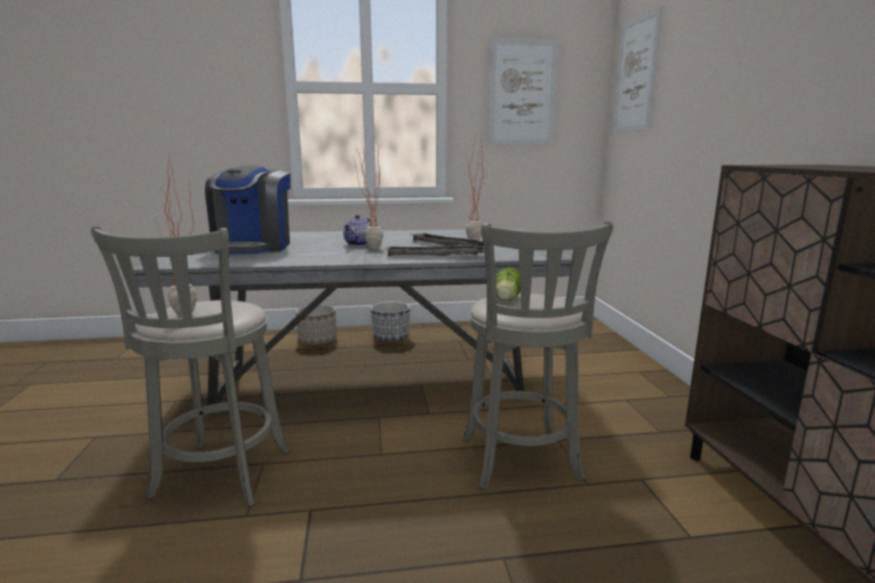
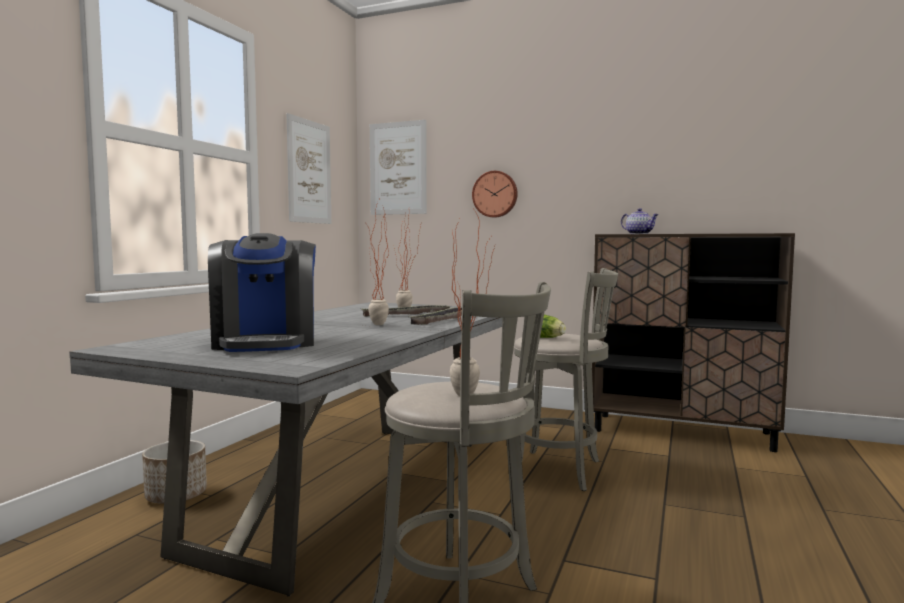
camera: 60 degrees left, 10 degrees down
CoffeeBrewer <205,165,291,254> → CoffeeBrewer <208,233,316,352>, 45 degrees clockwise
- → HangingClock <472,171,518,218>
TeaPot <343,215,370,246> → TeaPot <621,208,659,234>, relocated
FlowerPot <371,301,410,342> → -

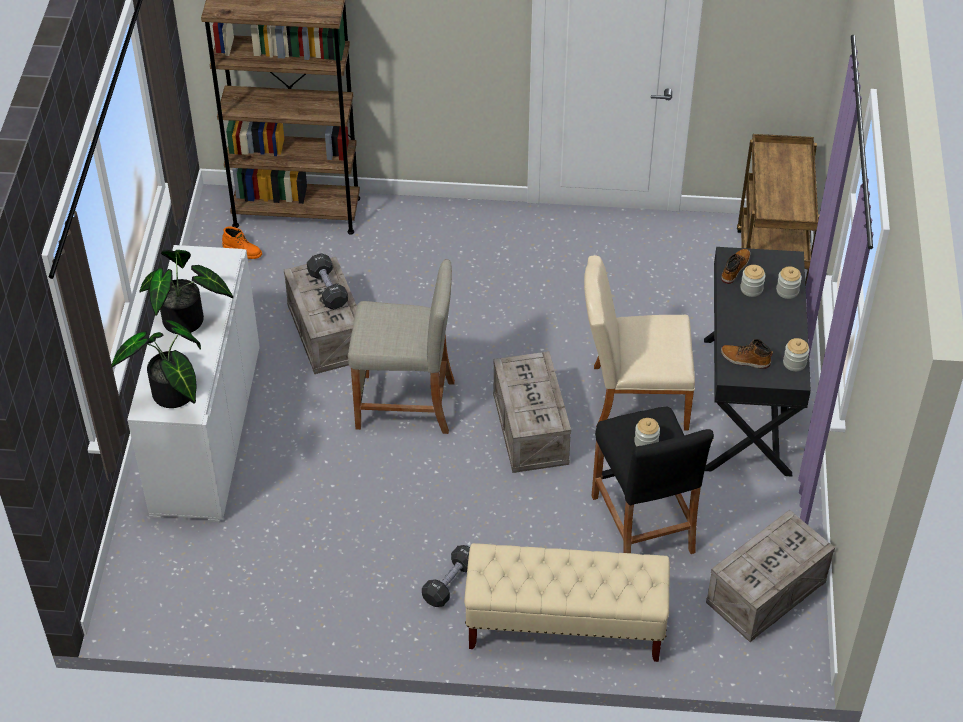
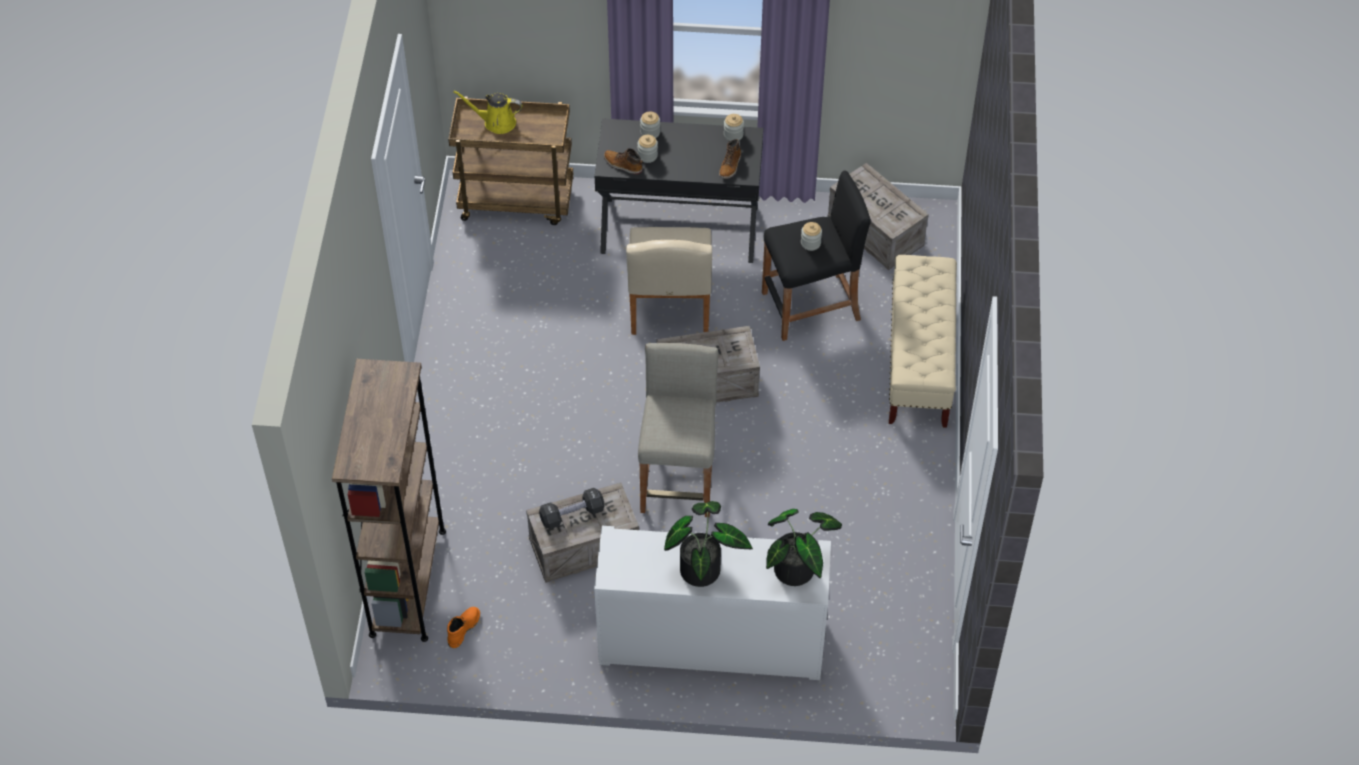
camera: 90 degrees left, 5 degrees up
- → YellowColouredSprinklingCan <453,90,523,134>
BlackishDumbbell <422,545,470,607> → -

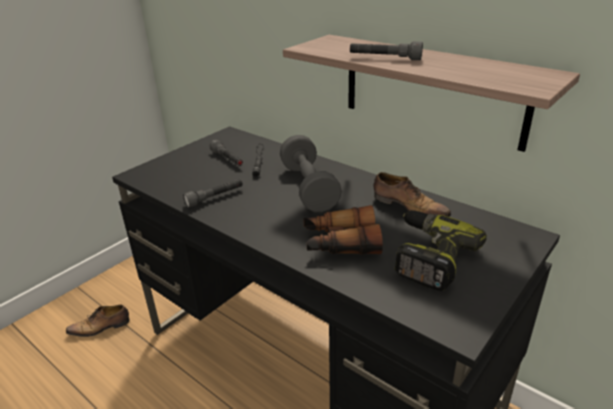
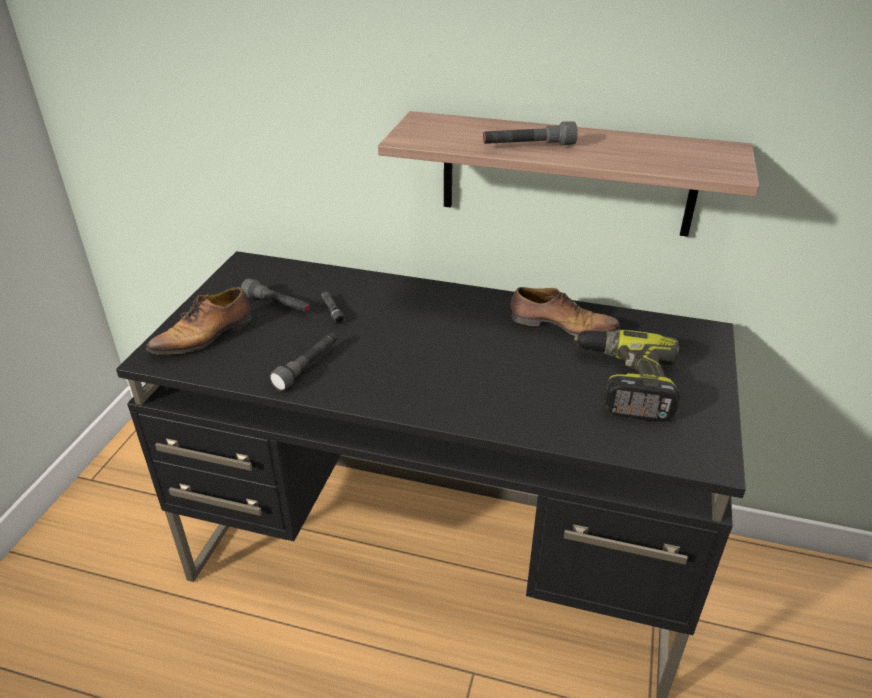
camera: 25 degrees left, 5 degrees up
LowShoe <66,305,130,337> → LowShoe <146,287,251,354>, relocated
GreyishDumbbell <280,135,342,212> → -
Binoculars <303,205,383,255> → -

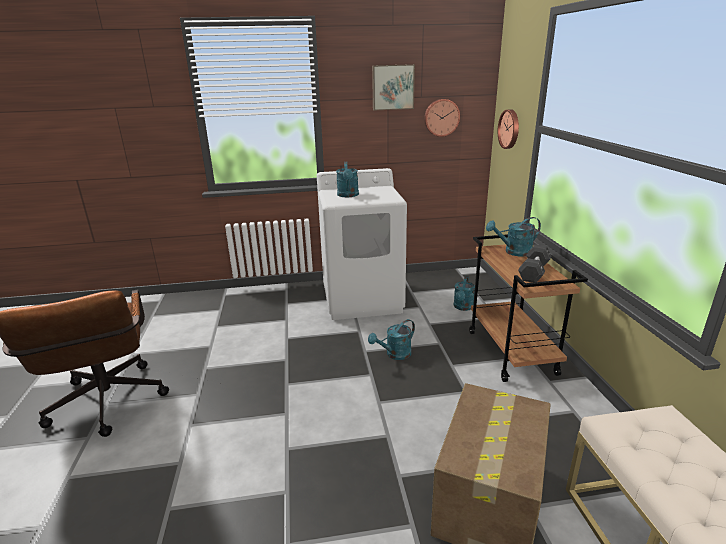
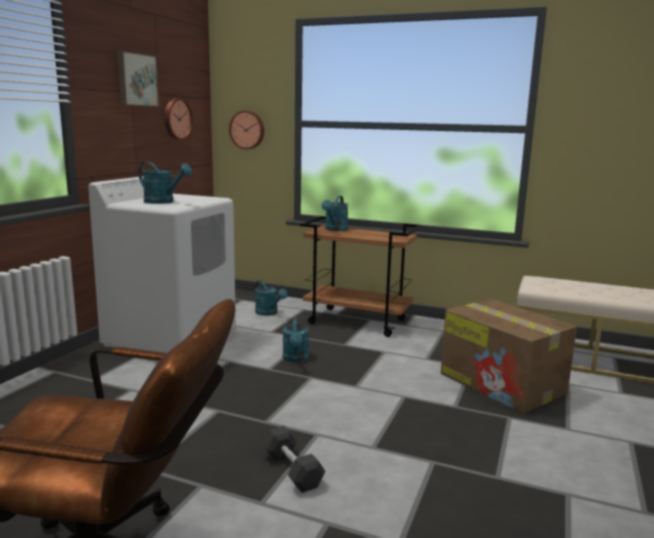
camera: 60 degrees left, 10 degrees down
BlackishDumbbell <518,244,552,283> → BlackishDumbbell <262,426,326,493>, relocated

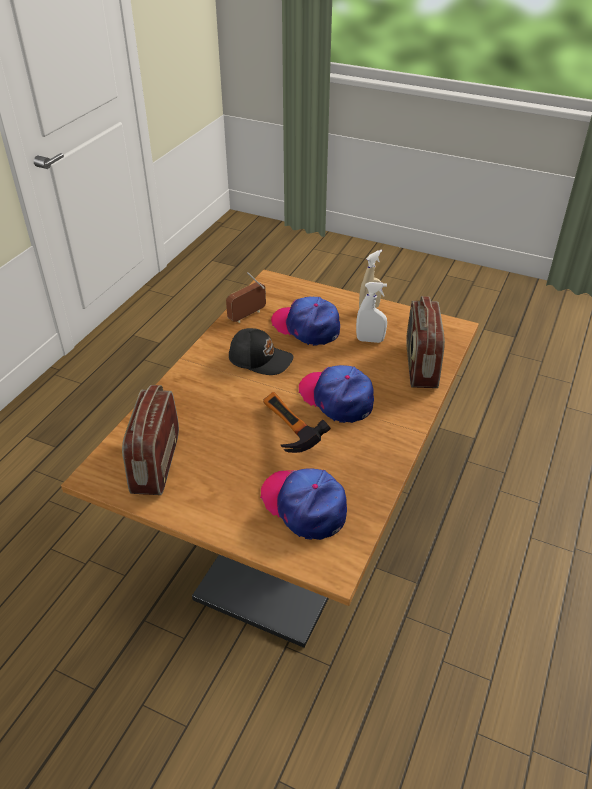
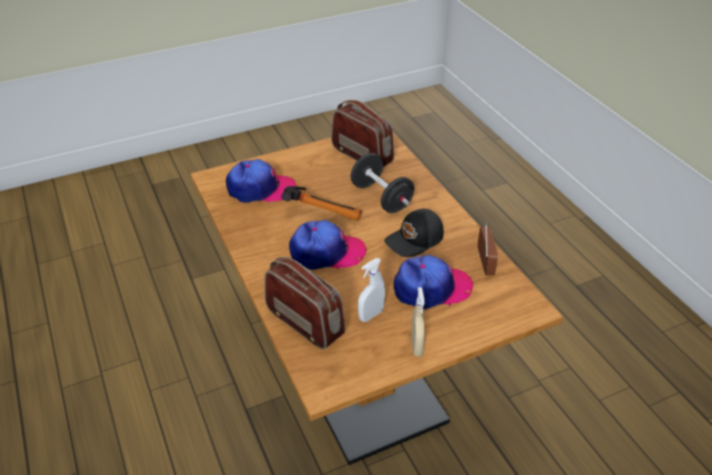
camera: 130 degrees right, 0 degrees up
- → BlackishDumbbell <350,153,414,213>

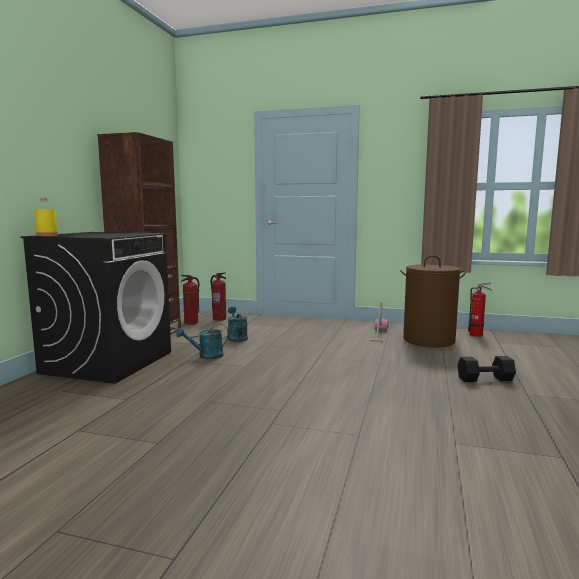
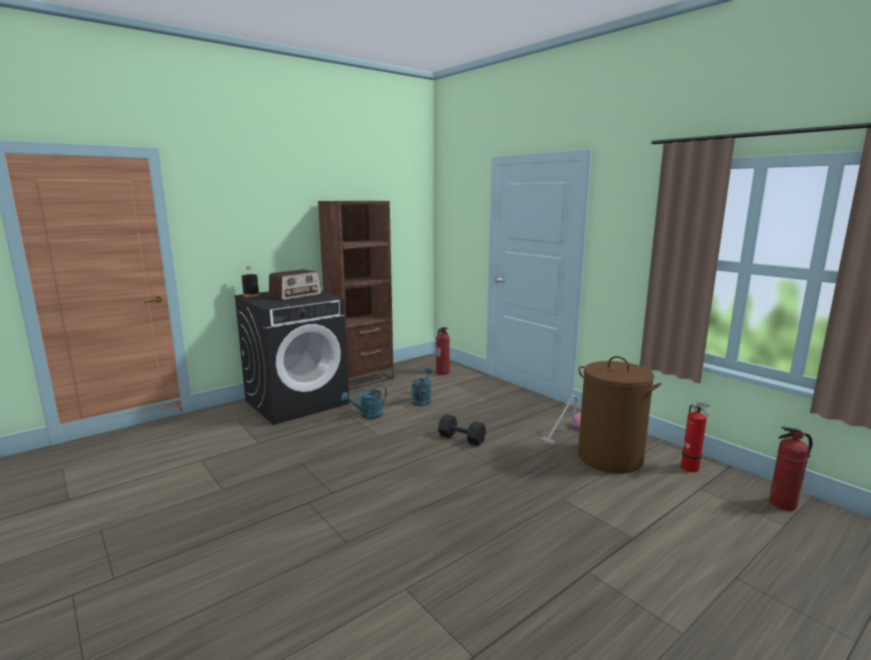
camera: 35 degrees right, 5 degrees up
YellowColouredDrinkBottle <34,198,58,236> → BlackishDrinkBottle <242,266,259,297>
- → Radio <269,269,322,300>
TurquoiseSprinklingCan <177,324,229,359> → TurquoiseSprinklingCan <341,385,387,419>, 45 degrees counterclockwise
BlackishDumbbell <457,356,516,382> → BlackishDumbbell <438,414,486,446>, relocated
FireFightingCylinder <181,275,199,324> → FireFightingCylinder <769,426,813,511>, relocated

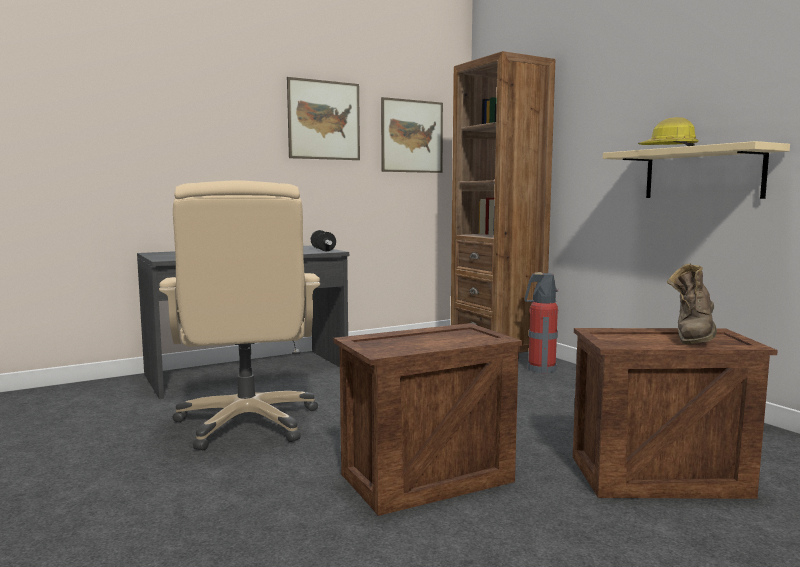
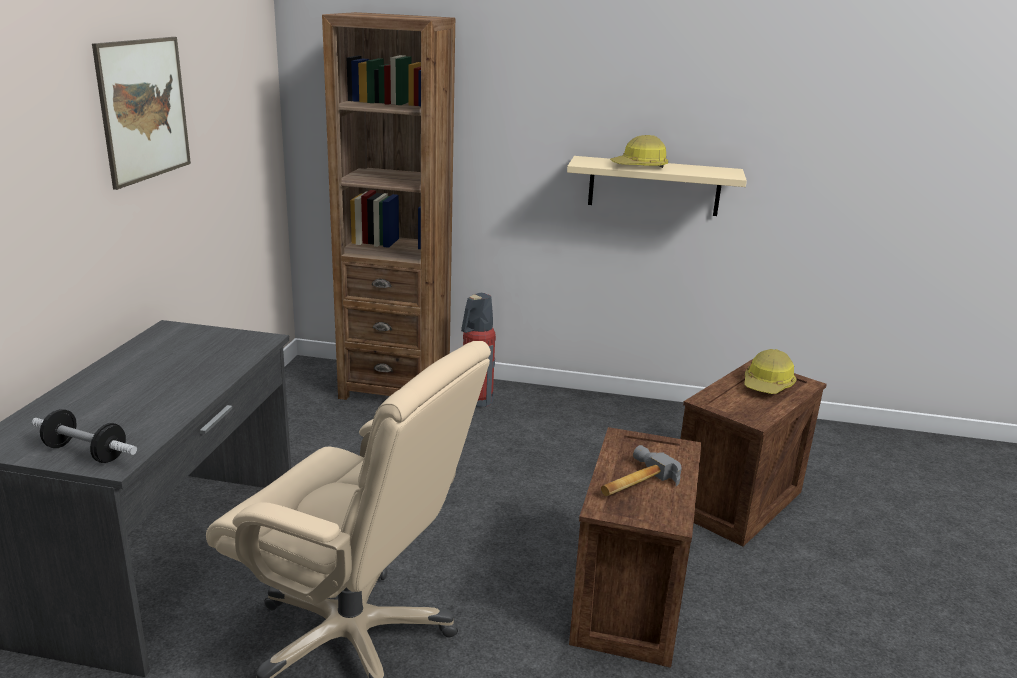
camera: 50 degrees left, 15 degrees up
Dumbbell <310,230,336,252> → Dumbbell <31,409,137,463>, relocated
- → ToolHammer <601,445,682,496>
BrownColouredBoot <667,263,717,345> → SafetyHelmet <744,349,797,394>
WallPicture <381,97,443,173> → -

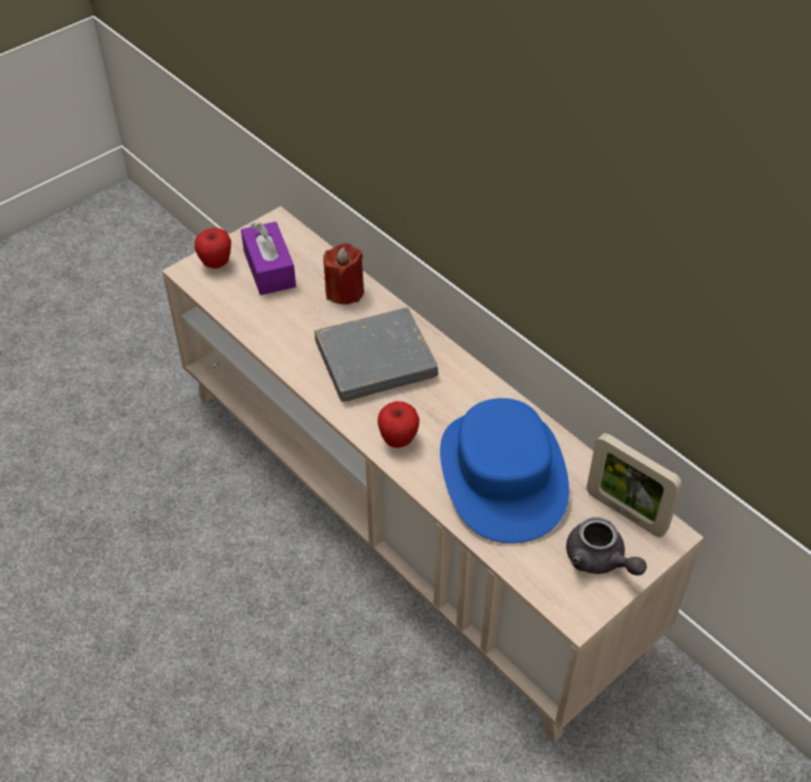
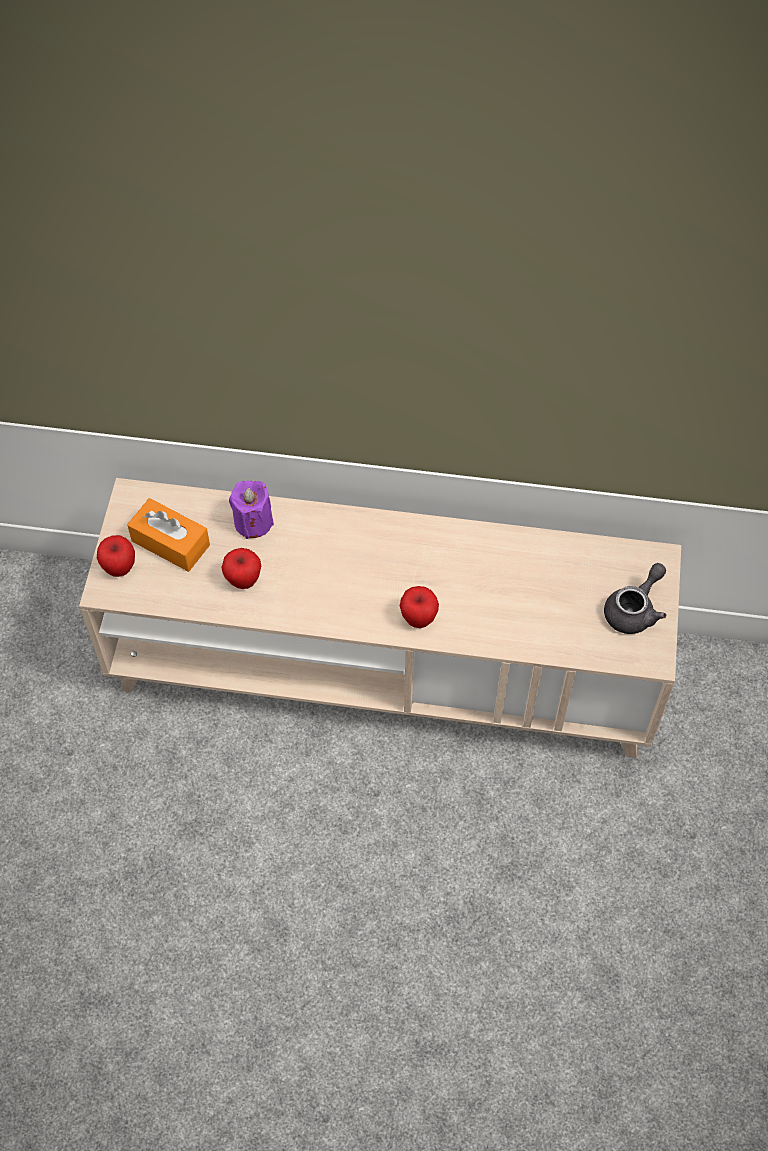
camera: 40 degrees left, 10 degrees up
PurplishTissueBox <241,222,296,295> → OrangeColouredTissueBox <127,498,210,572>
- → Apple <222,548,261,589>
ReddishWaxLight <323,243,364,304> → PurplishWaxLight <229,481,274,539>
GreyishTeaPot <566,517,647,575> → GreyishTeaPot <604,563,667,634>, 60 degrees counterclockwise
GreyishBoundBook <314,308,438,402> → -
BlueColouredHat <440,398,569,543> → -
PhotoFrame <587,433,682,537> → -

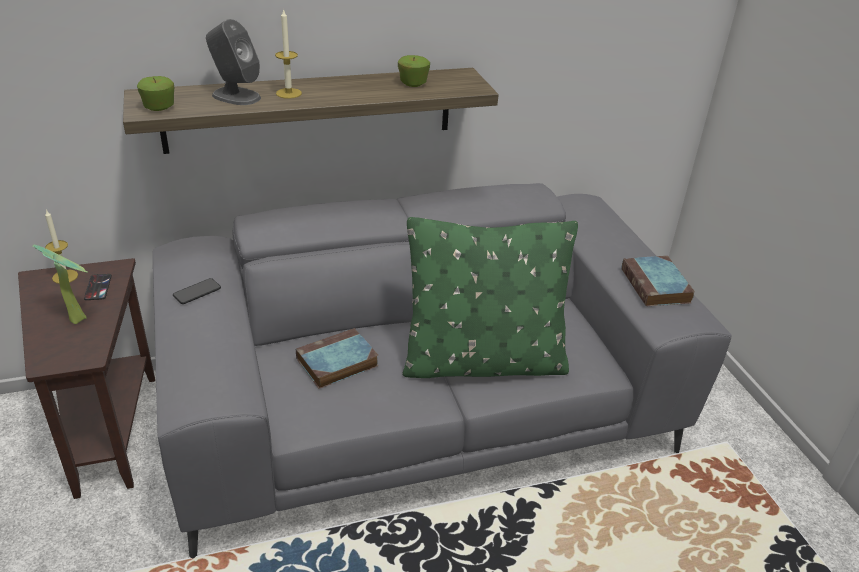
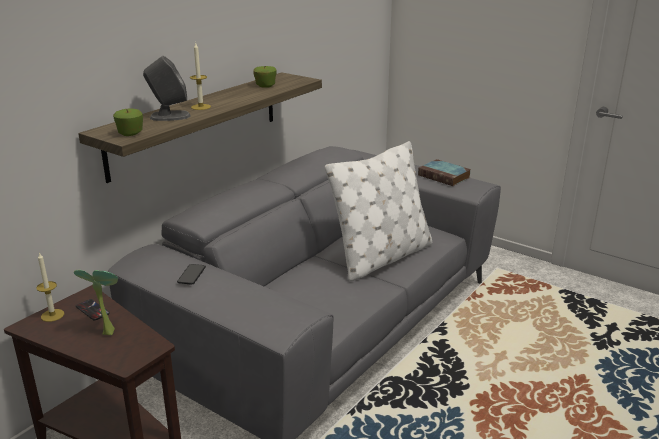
camera: 35 degrees left, 10 degrees down
GreenishThrowPillow <402,217,578,378> → WhitishThrowPillow <325,141,432,281>
BoundBook <296,328,378,389> → -

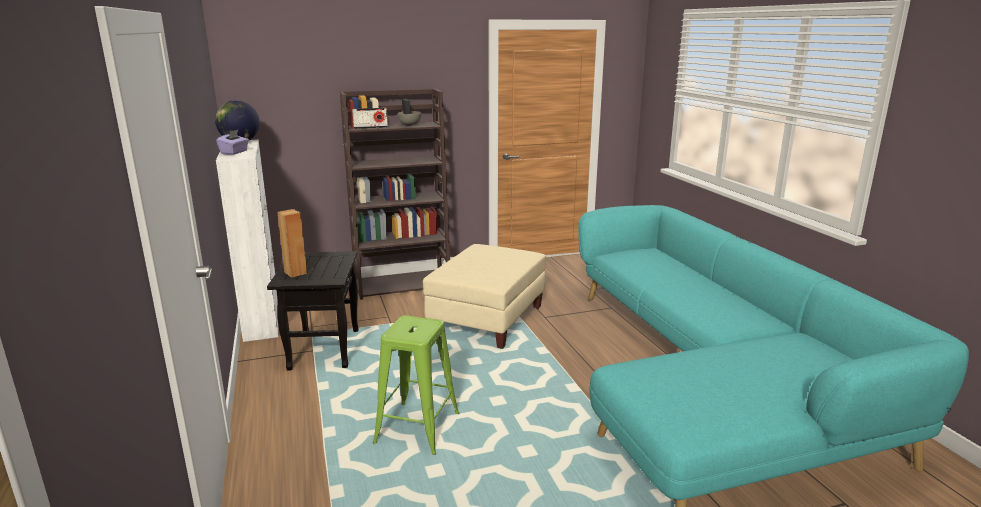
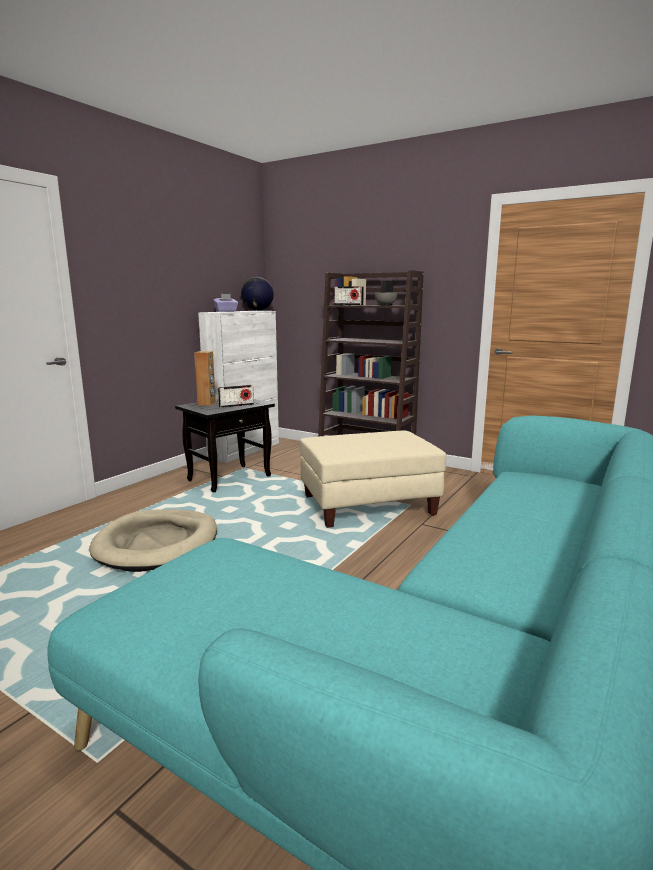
camera: 50 degrees right, 5 degrees down
GreenishStool <373,315,459,455> → SandColouredDogCushion <89,509,217,572>
- → Radio <218,385,254,408>

